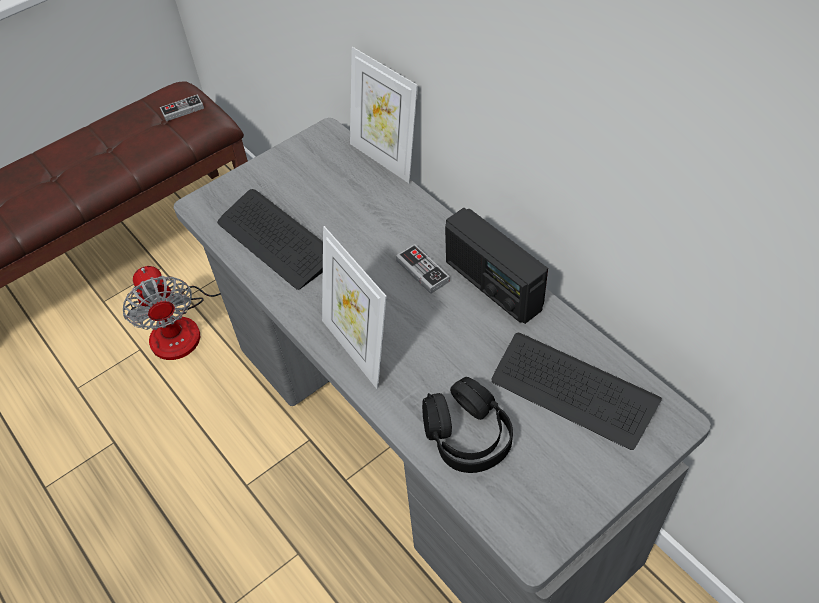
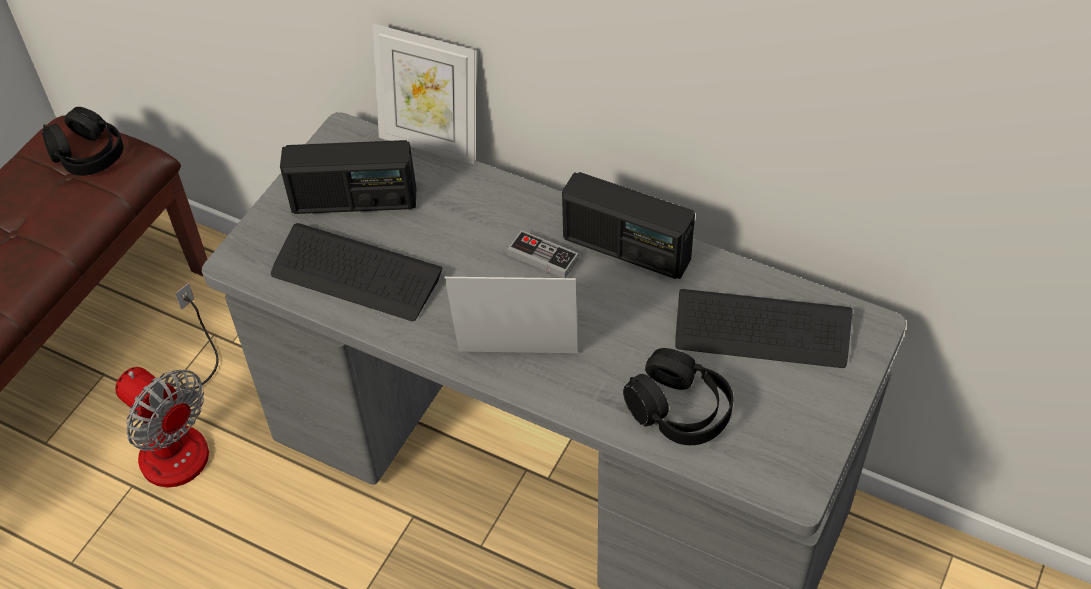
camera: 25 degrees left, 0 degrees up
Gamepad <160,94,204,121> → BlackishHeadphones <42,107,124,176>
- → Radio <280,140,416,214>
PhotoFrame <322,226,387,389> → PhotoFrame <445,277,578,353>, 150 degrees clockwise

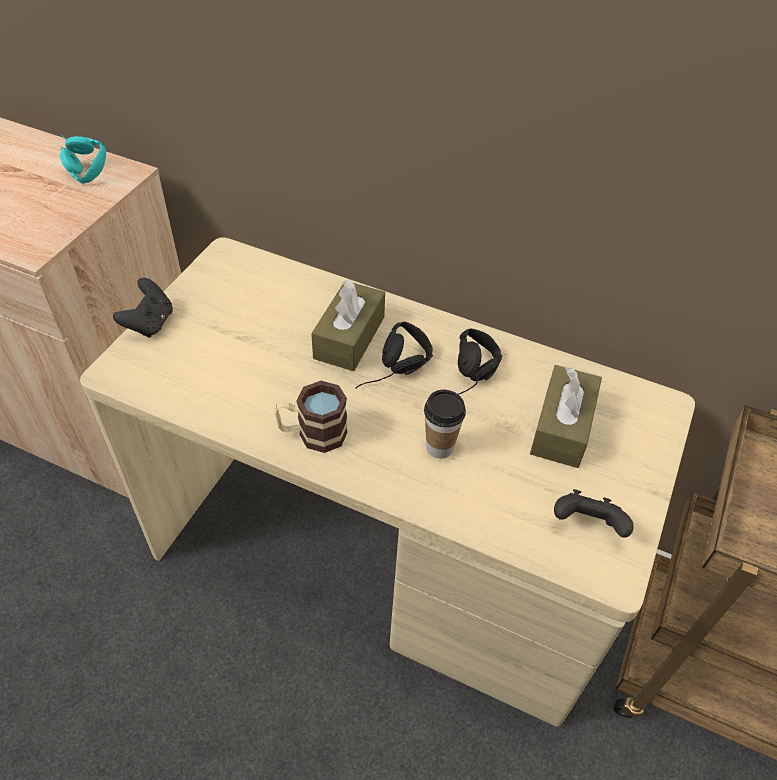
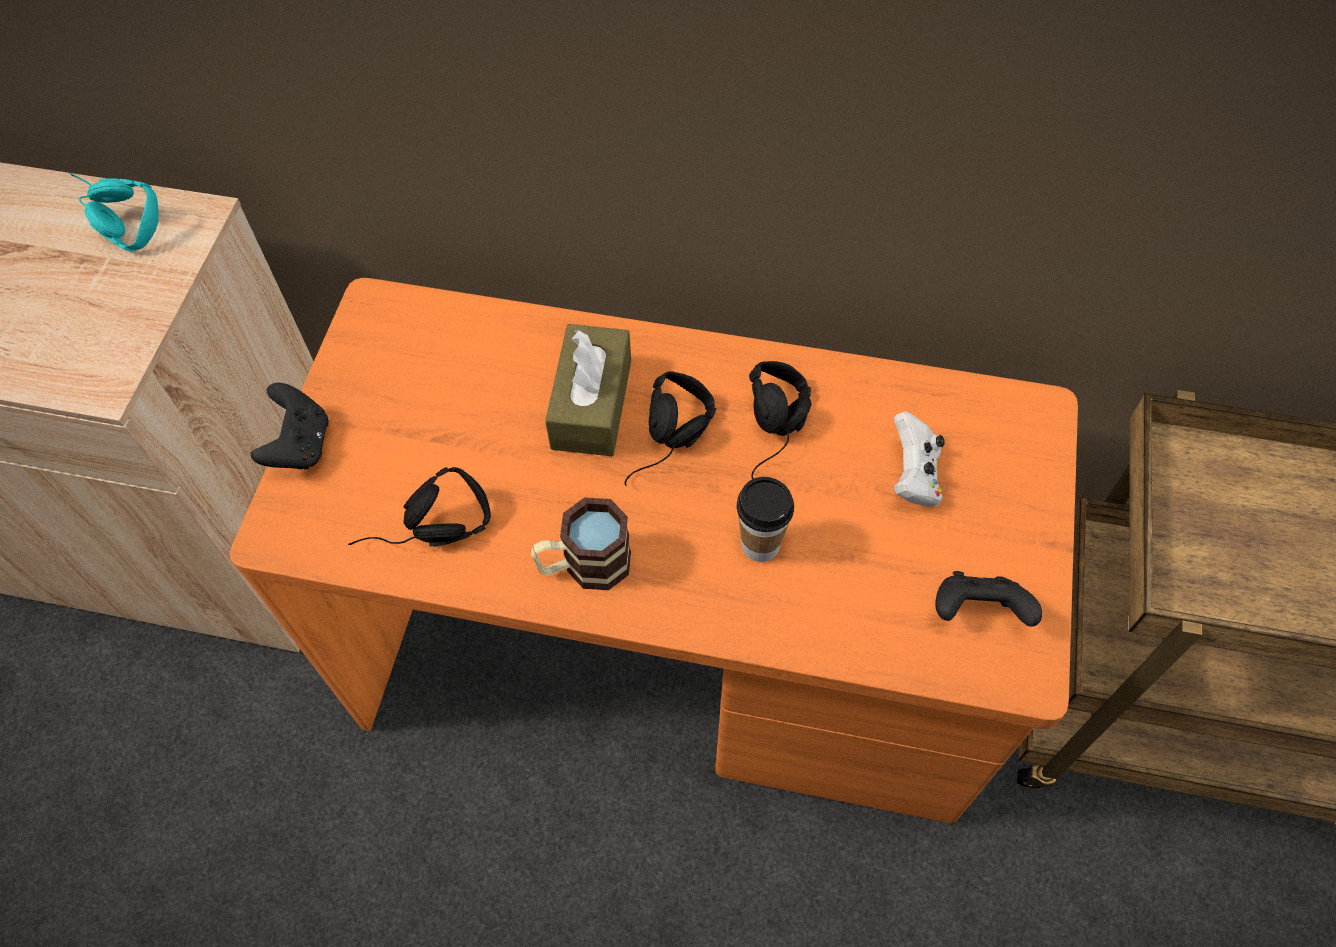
camera: 10 degrees left, 10 degrees up
SandColouredDesk <80,237,695,727> → OrangeColouredDesk <230,278,1078,823>
- → BlackishHeadphones <348,467,491,546>
BrownColouredTissueBox <530,365,602,468> → WhitishGamepad <894,411,945,507>

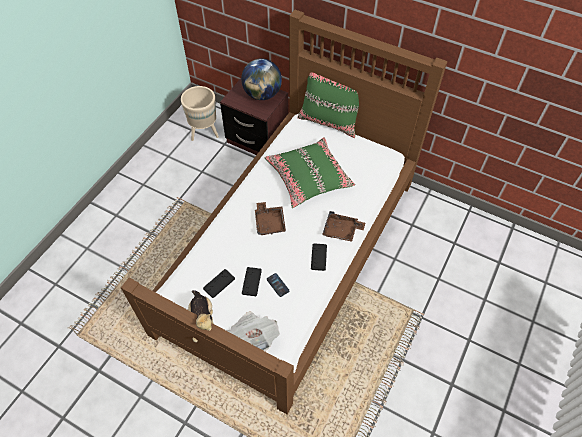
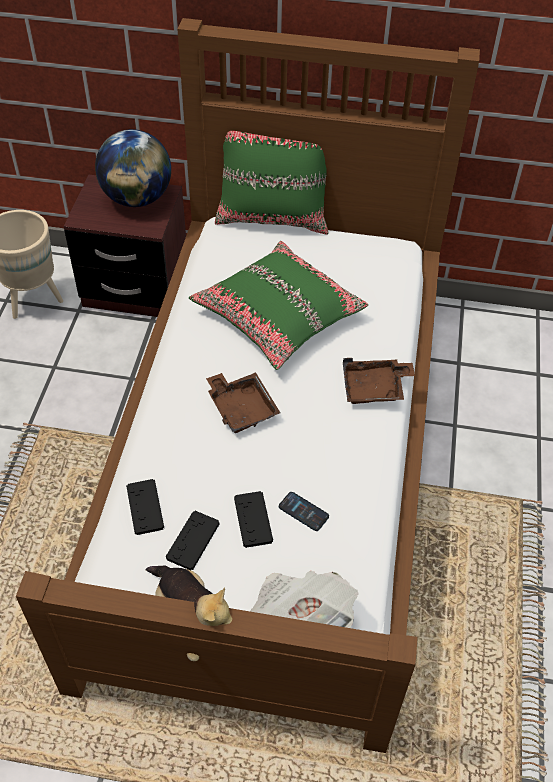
camera: 20 degrees left, 5 degrees down
BlackishGamepad <311,243,327,271> → BlackishGamepad <126,479,164,535>, relocated

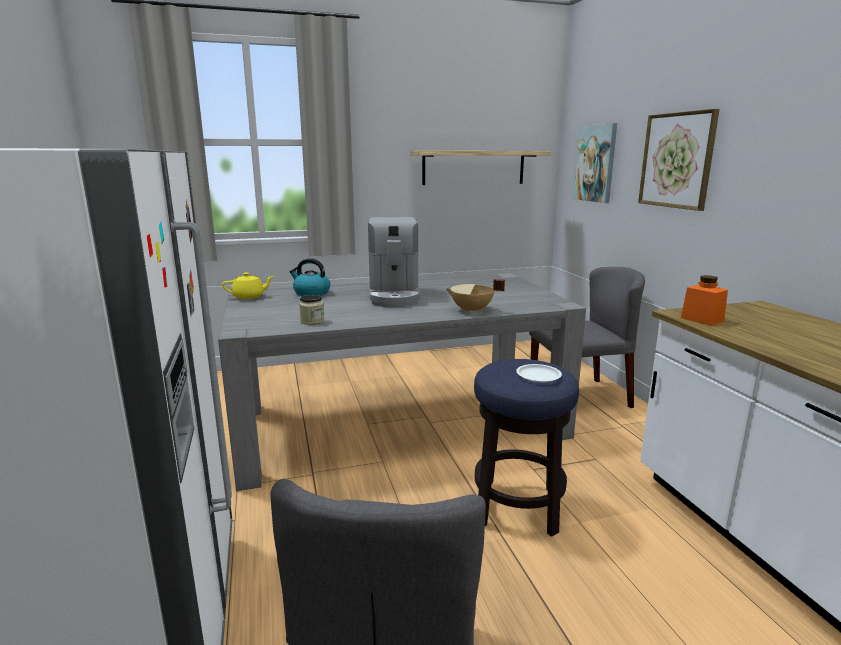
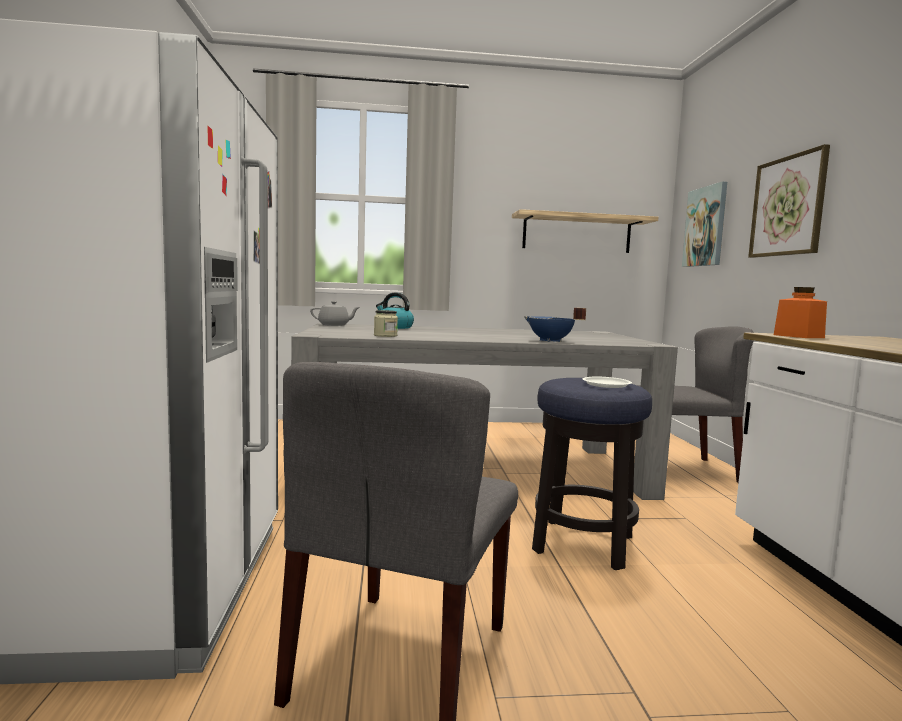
camera: 10 degrees right, 10 degrees down
YellowColouredTeaPot <222,272,274,299> → GreyishTeaPot <310,301,360,326>
SandColouredSaucepot <445,279,505,313> → BlueColouredSaucepot <524,308,586,342>
CoffeeBrewer <368,217,420,307> → -

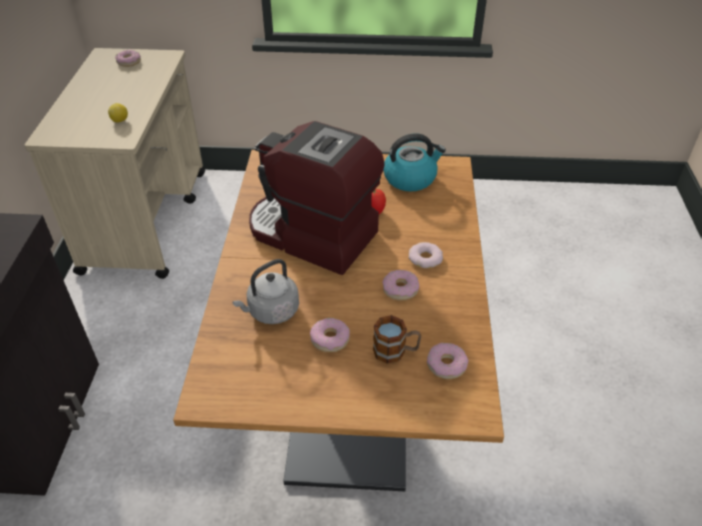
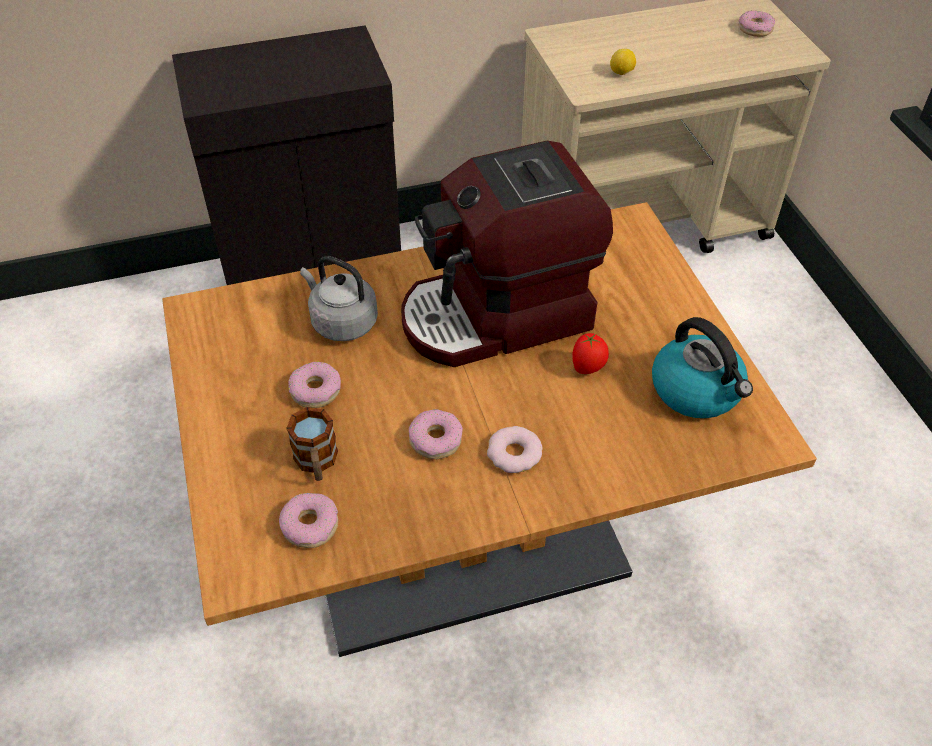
camera: 70 degrees right, 5 degrees up
CoffeeBrewer <249,121,385,275> → CoffeeBrewer <401,141,613,367>, 120 degrees counterclockwise

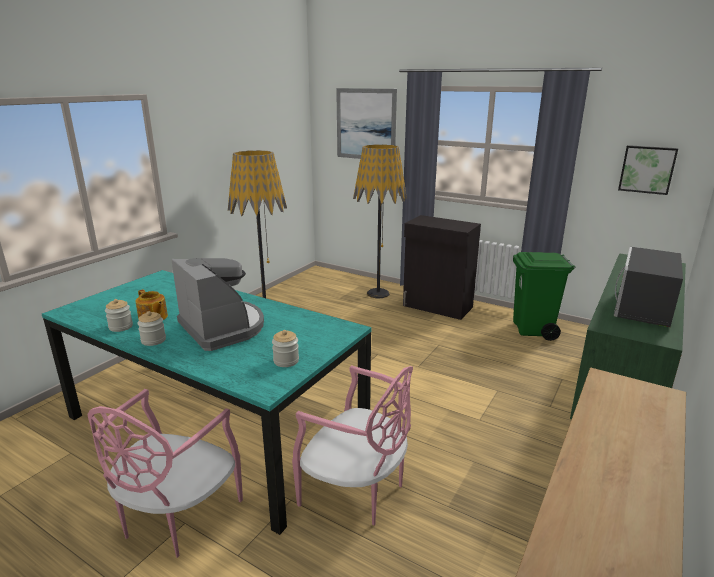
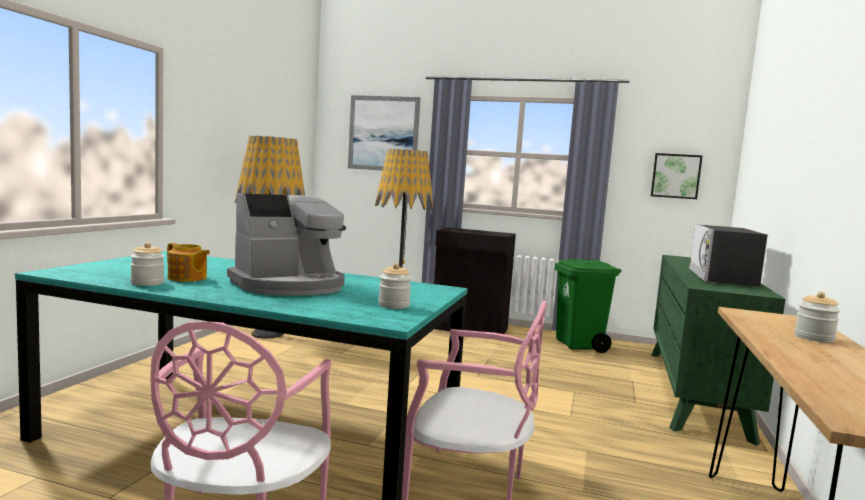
camera: 15 degrees left, 15 degrees down
CoffeeBrewer <171,258,264,351> → CoffeeBrewer <227,193,346,296>, 105 degrees clockwise
Jar <137,311,166,346> → Jar <795,292,840,343>, relocated

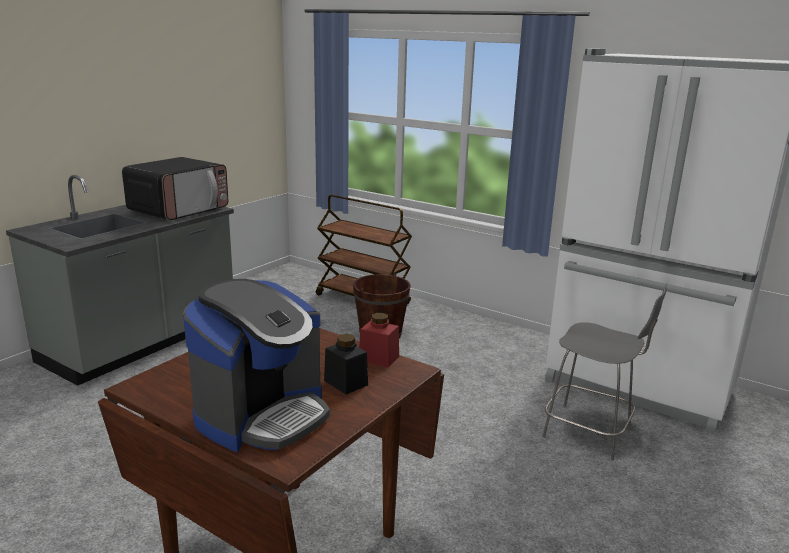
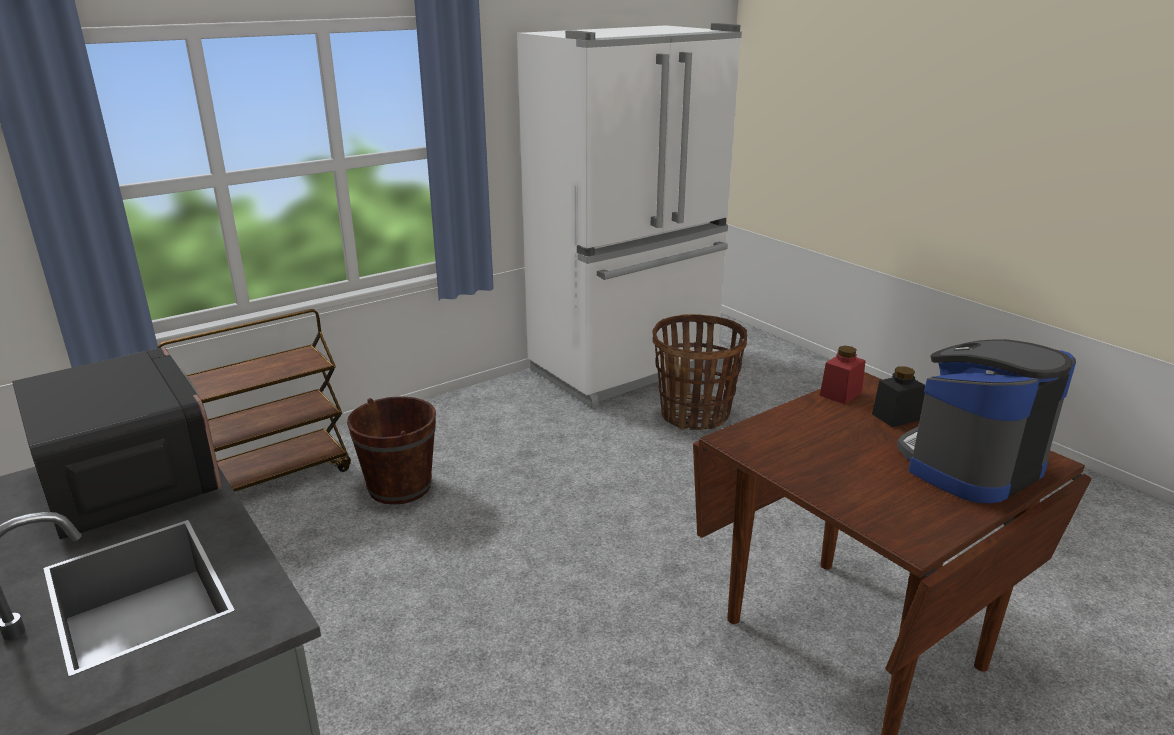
camera: 70 degrees left, 5 degrees up
GreyishPlainChair <542,287,667,460> → HouseholdBasket <653,314,747,430>
CoffeeBrewer <183,279,330,452> → CoffeeBrewer <897,339,1076,503>, 90 degrees counterclockwise

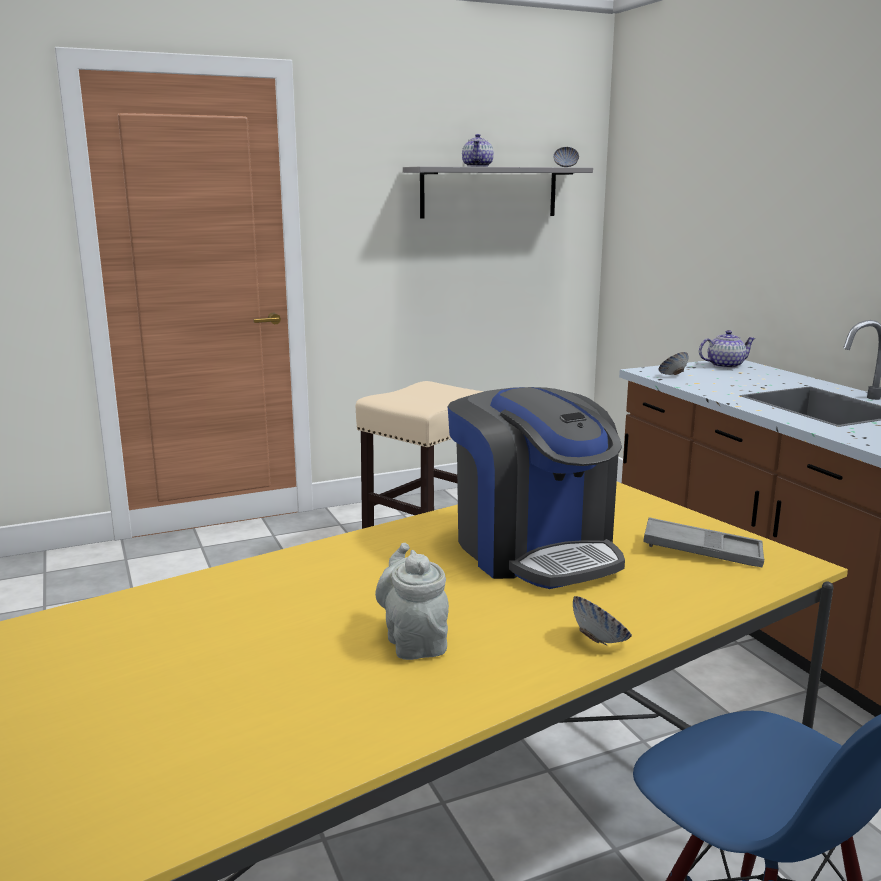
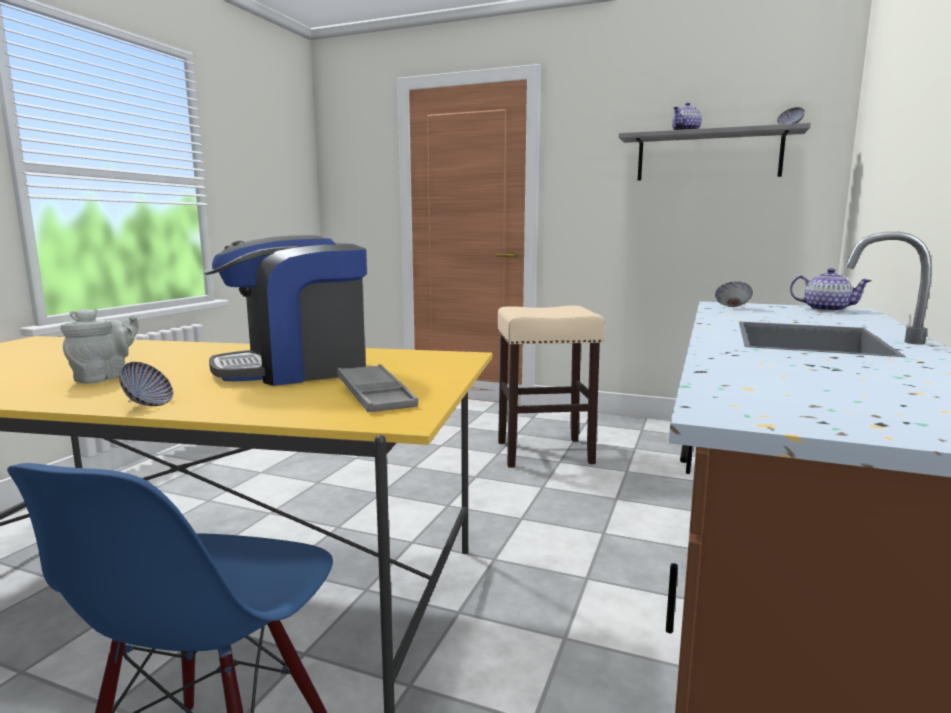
camera: 45 degrees right, 5 degrees down
CoffeeBrewer <448,387,625,589> → CoffeeBrewer <204,235,367,386>, 45 degrees clockwise

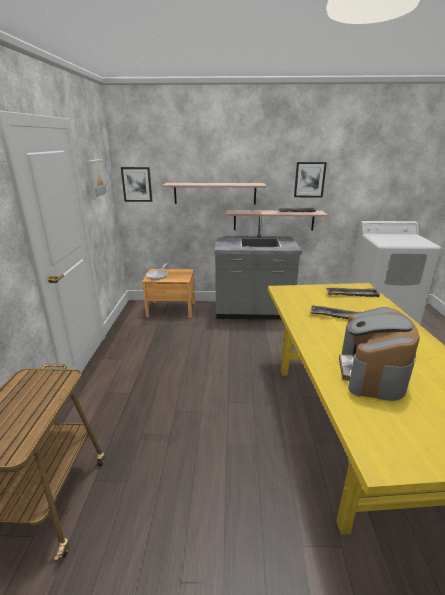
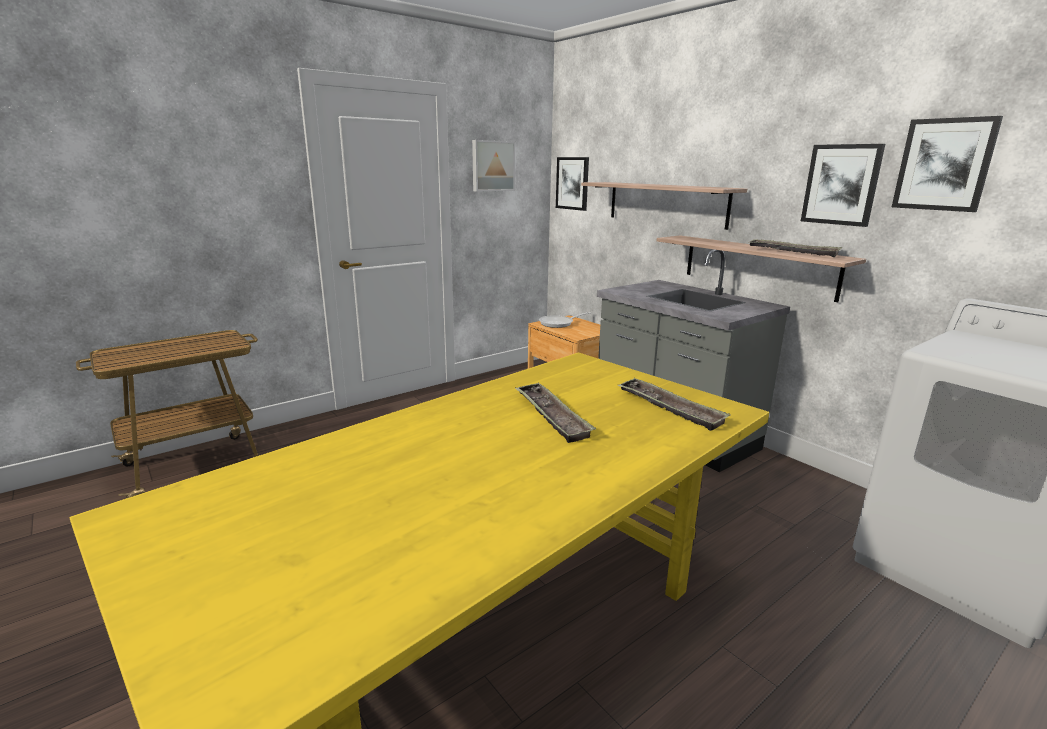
camera: 50 degrees right, 5 degrees down
- → WallPicture <892,116,1003,212>
CoffeeBrewer <339,307,419,401> → -

